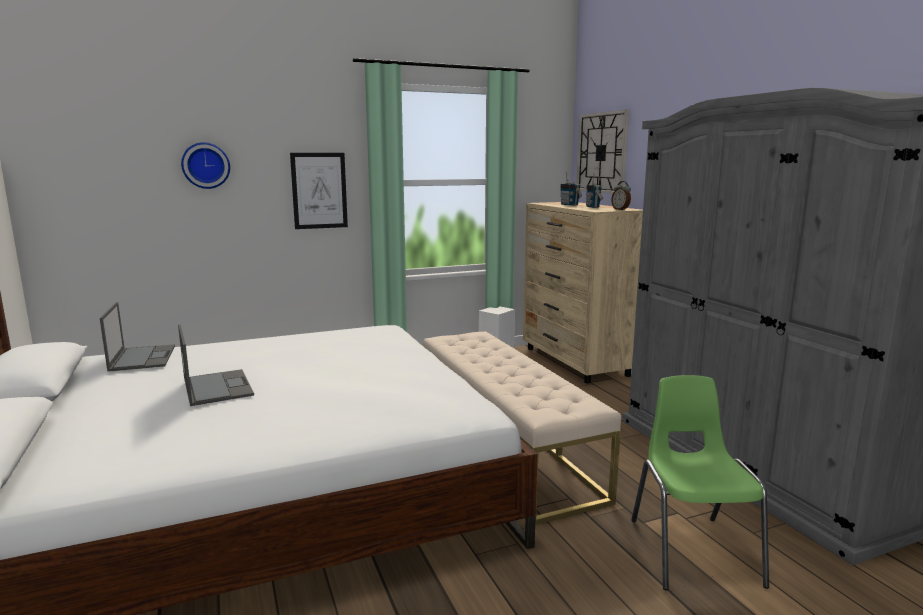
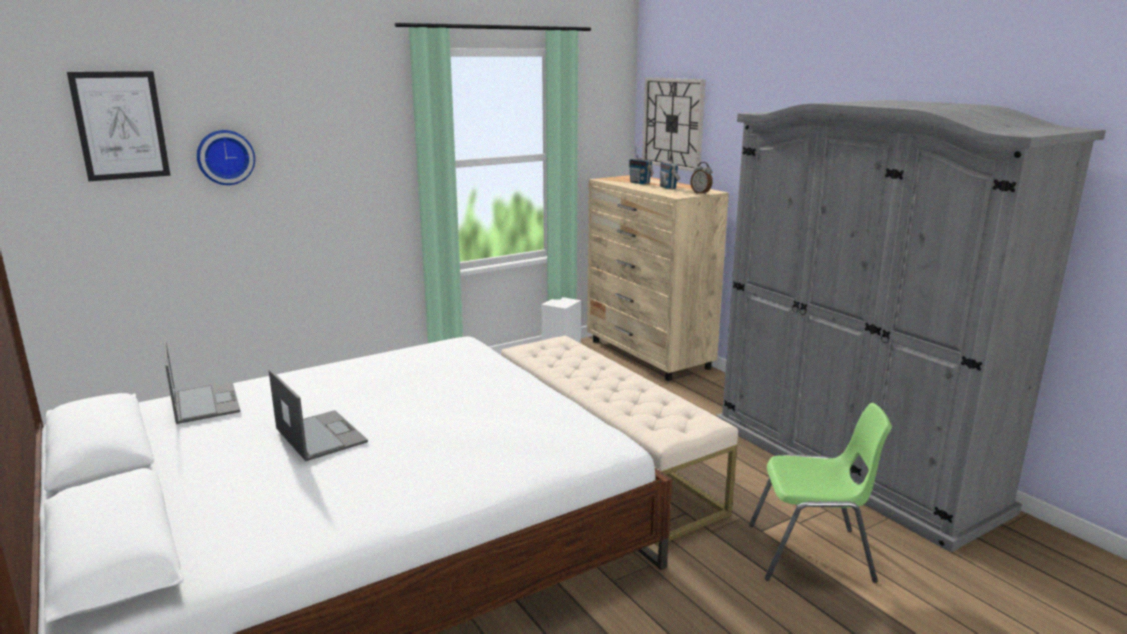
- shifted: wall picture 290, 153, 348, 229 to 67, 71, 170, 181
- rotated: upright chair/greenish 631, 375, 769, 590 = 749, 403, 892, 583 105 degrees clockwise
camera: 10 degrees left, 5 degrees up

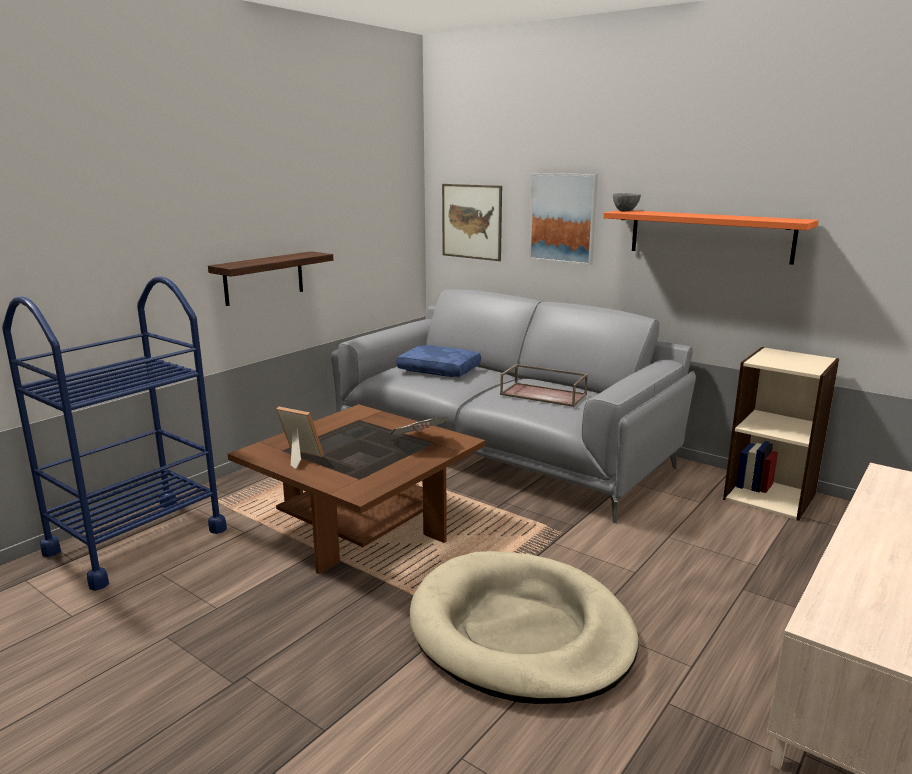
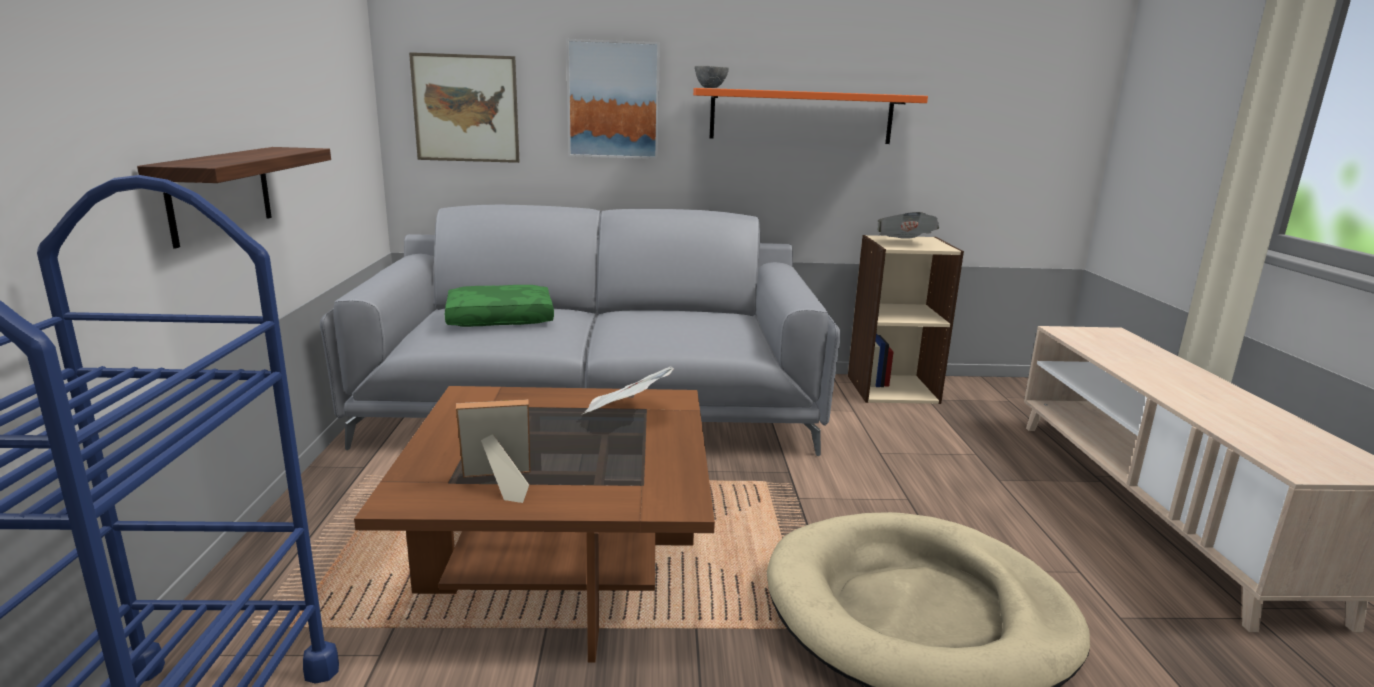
- repainted: pillow/bluish 396, 345, 481, 377 to pillow/greenish 445, 285, 554, 327
- gone: carrying tray/brown-coloured 500, 364, 588, 407
- new: daily paper 878, 212, 940, 239
camera: 40 degrees left, 0 degrees up

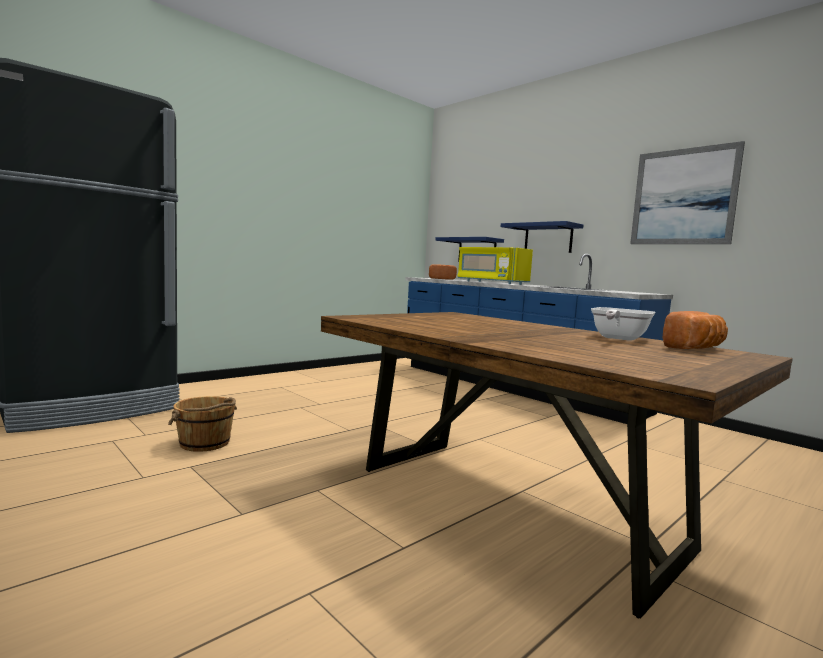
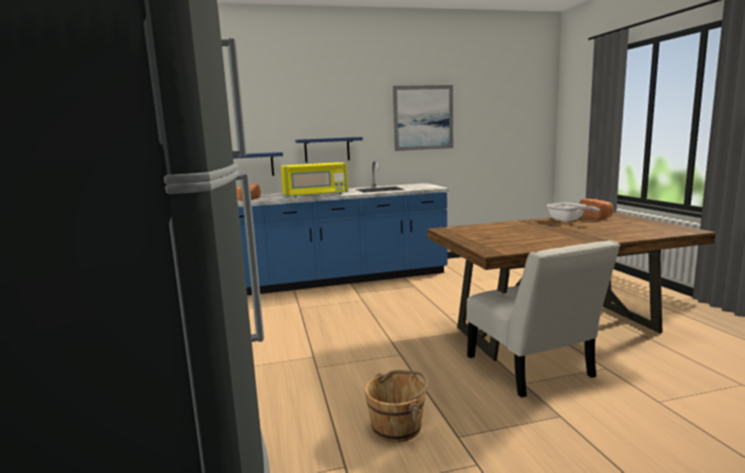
- new: upright chair/white 466, 240, 620, 398
camera: 60 degrees left, 5 degrees up

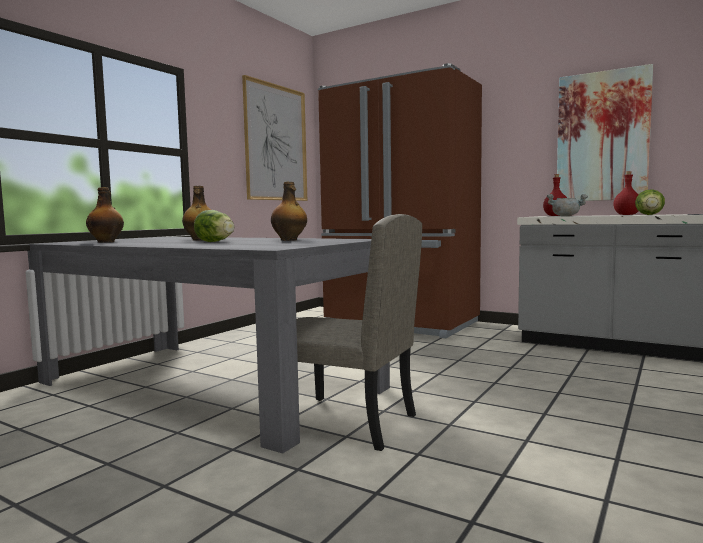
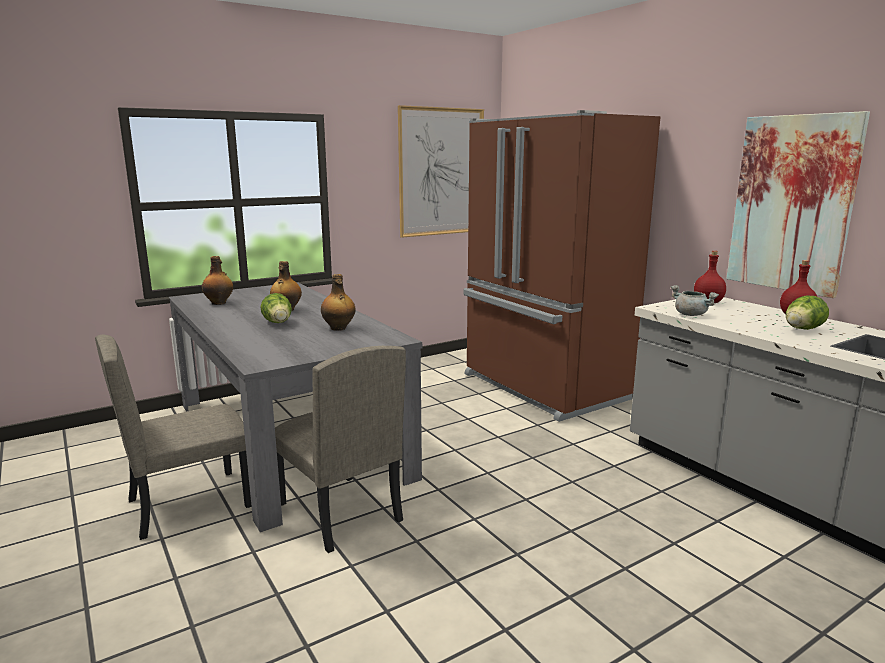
- new: upright chair/beige-coloured 95, 335, 252, 540
camera: 25 degrees right, 10 degrees up

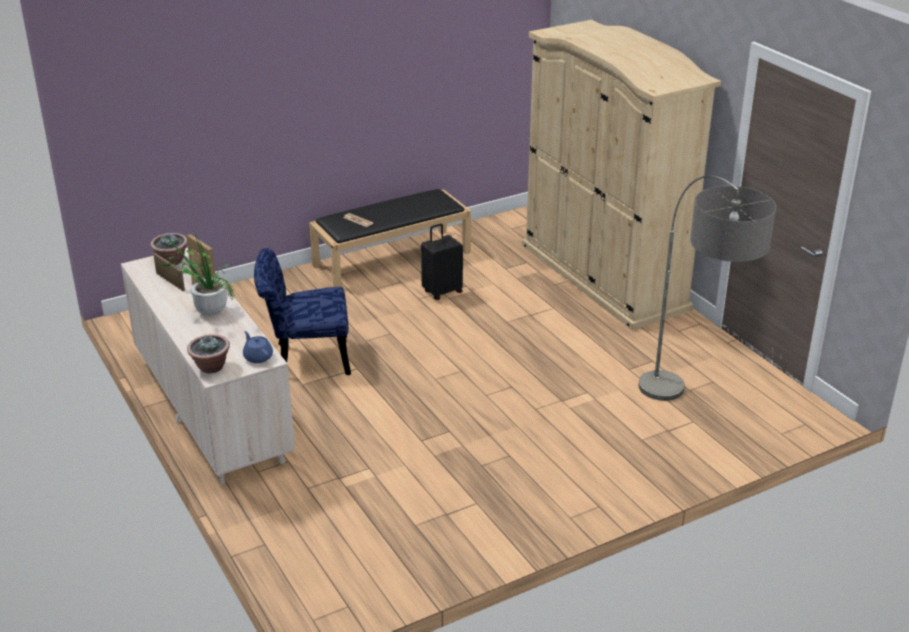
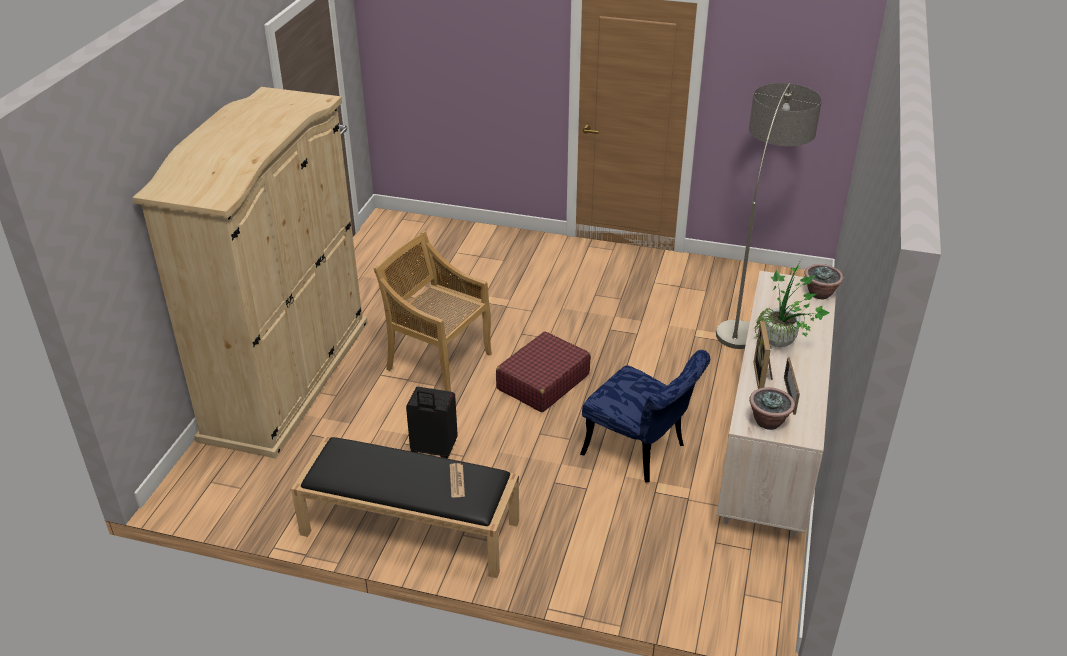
- shifted: standard lamp 639, 175, 776, 401 to 716, 83, 822, 349
- gone: tea pot/bluish 243, 331, 273, 363
- new: upright chair/beige-coloured 374, 231, 492, 392
- new: suitcase/reddish 496, 331, 591, 412
camera: 135 degrees left, 5 degrees up

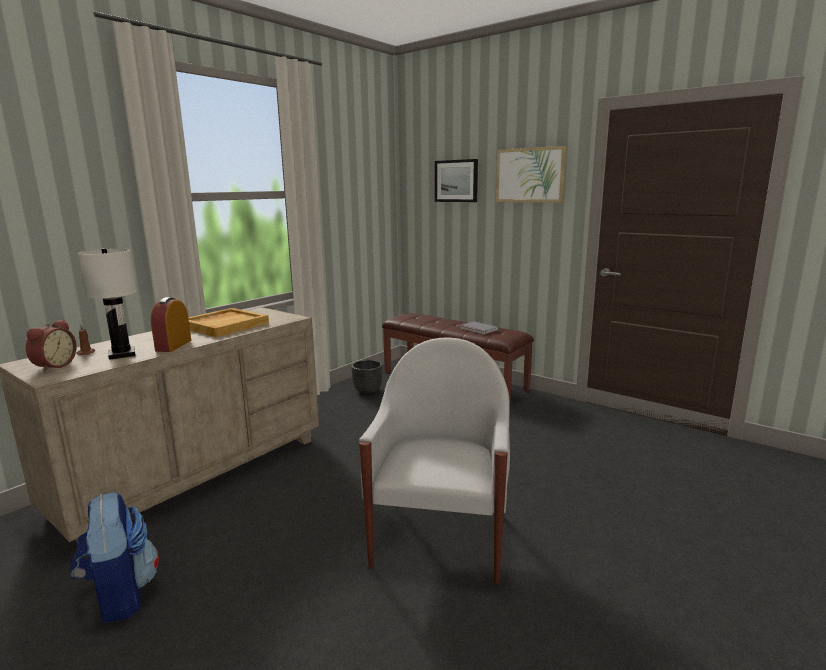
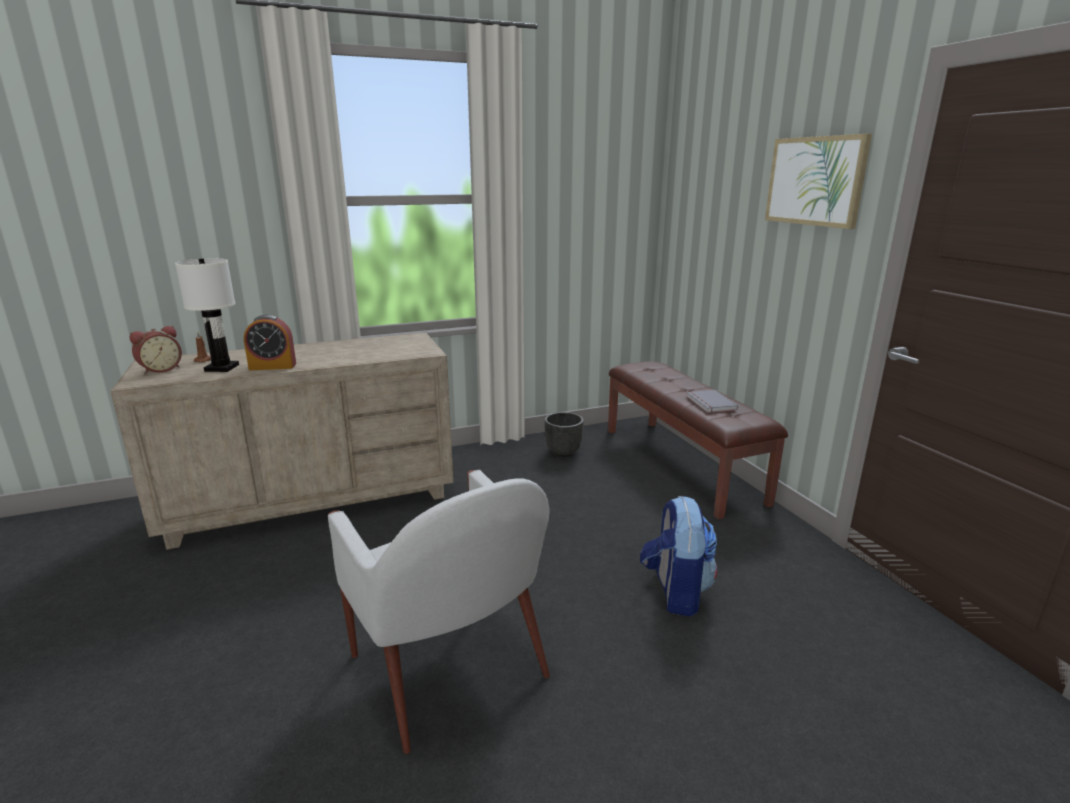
- gone: wall picture 435, 159, 478, 202
- rotated: bedside clock 151, 297, 191, 352 = 244, 315, 296, 370 135 degrees counterclockwise
- gone: carrying tray/beige-coloured 188, 308, 269, 337
- rotated: armchair/white 359, 337, 510, 584 = 328, 470, 550, 754 105 degrees clockwise
- shifted: rucksack 70, 492, 159, 623 to 640, 496, 717, 616
camera: 30 degrees right, 5 degrees up

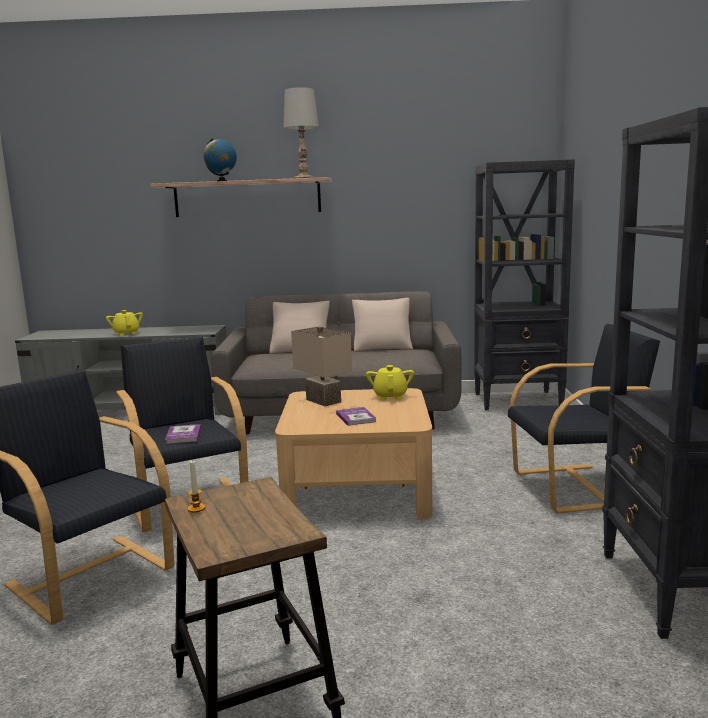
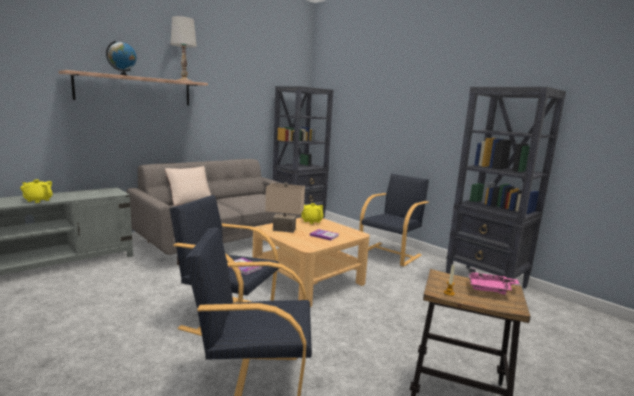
- gone: pillow/beige-coloured 352, 298, 413, 352
- new: carrying tray/pink 469, 268, 519, 295
camera: 45 degrees left, 0 degrees up

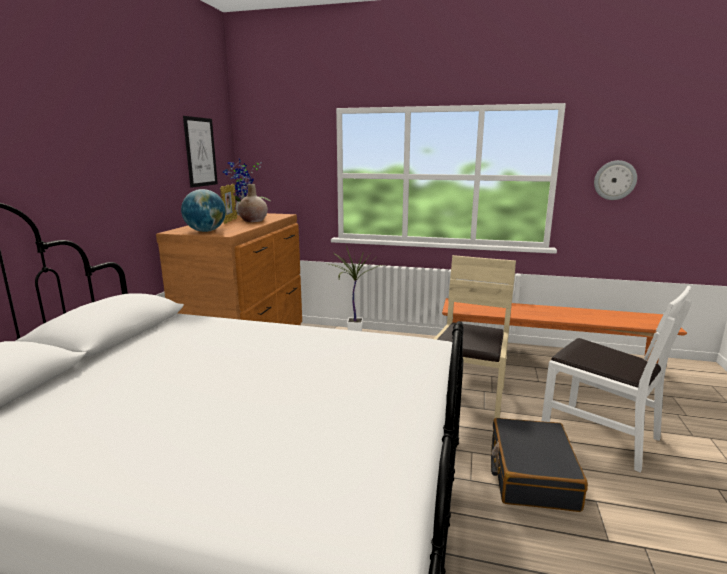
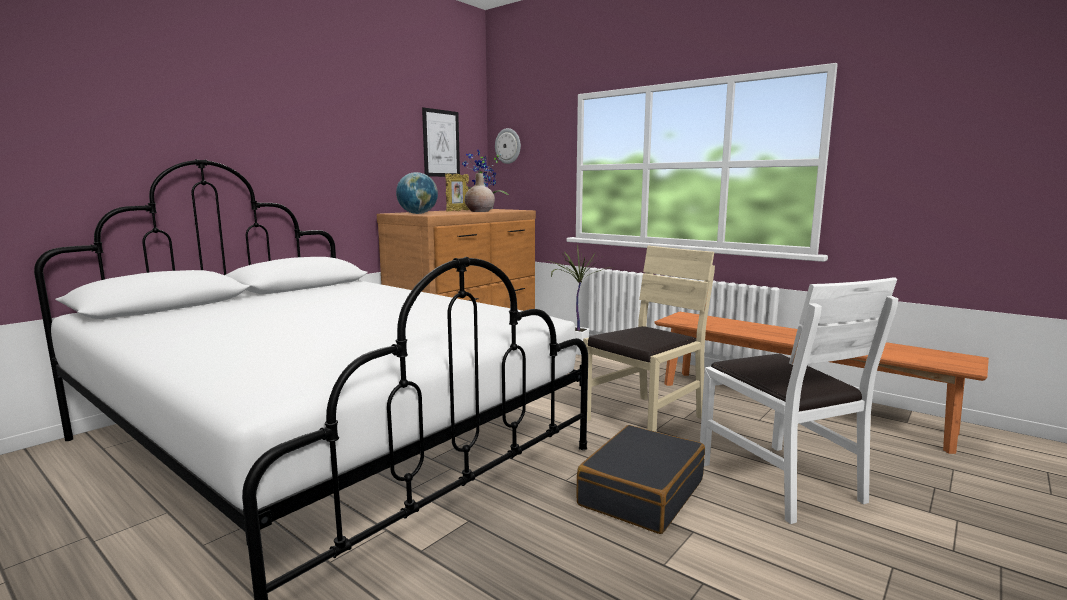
- shifted: clock on the wall 594, 160, 637, 200 to 495, 128, 521, 164
camera: 25 degrees right, 5 degrees down

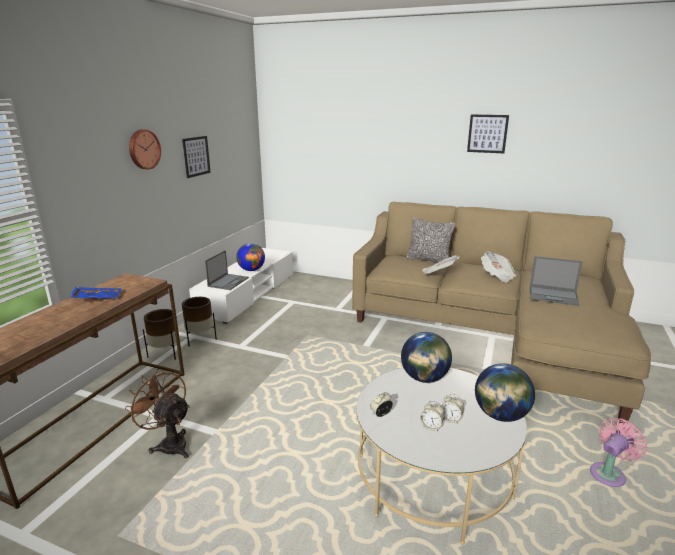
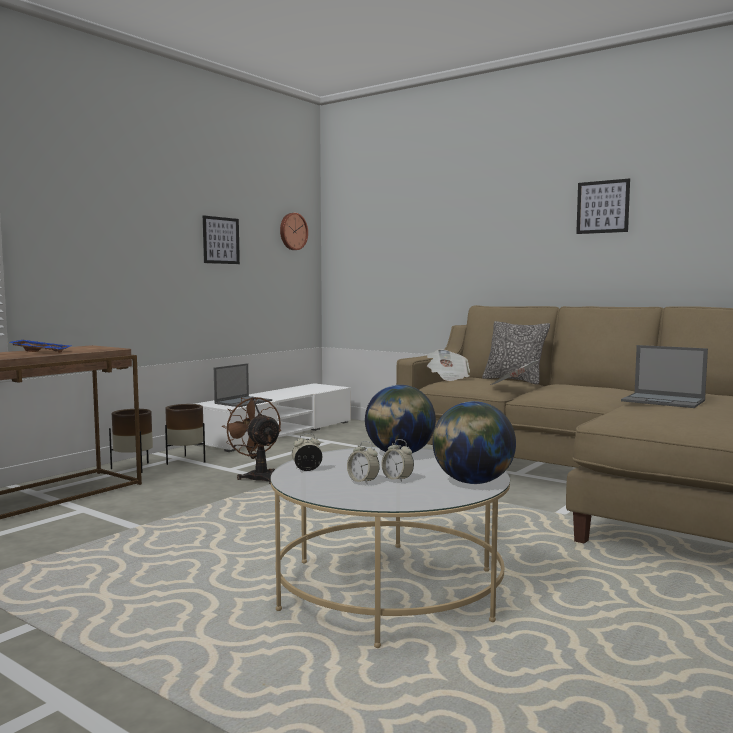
- shifted: clock on the wall 129, 129, 161, 169 to 280, 213, 308, 250
- gone: desk globe 236, 243, 265, 271
- shifted: daily paper 481, 252, 516, 283 to 426, 349, 470, 381
- shifted: cooling fan/brown-coloured 125, 369, 190, 458 to 222, 397, 281, 484
- gone: cooling fan/pink 590, 418, 647, 487
camera: 15 degrees right, 15 degrees down

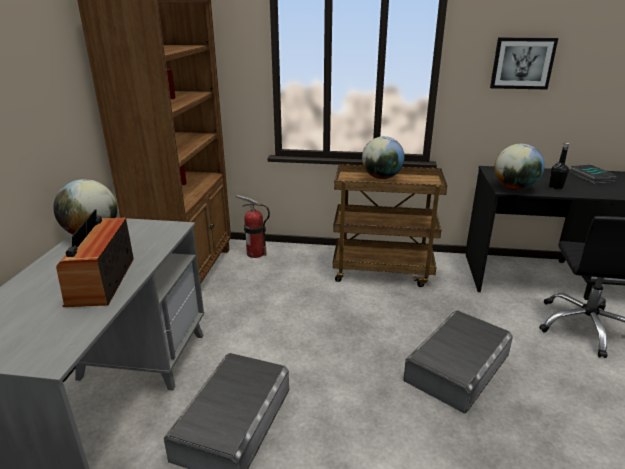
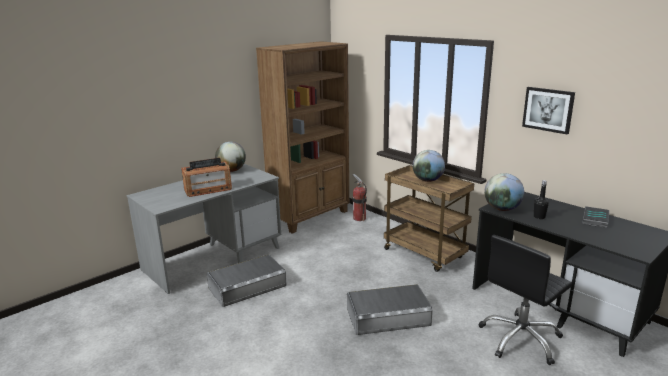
- rotated: radio receiver 56, 209, 134, 307 = 181, 158, 232, 197 150 degrees counterclockwise
camera: 40 degrees right, 5 degrees down

